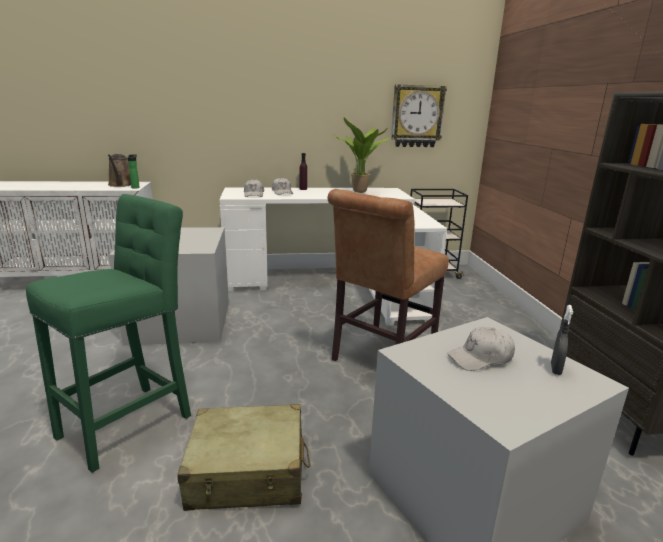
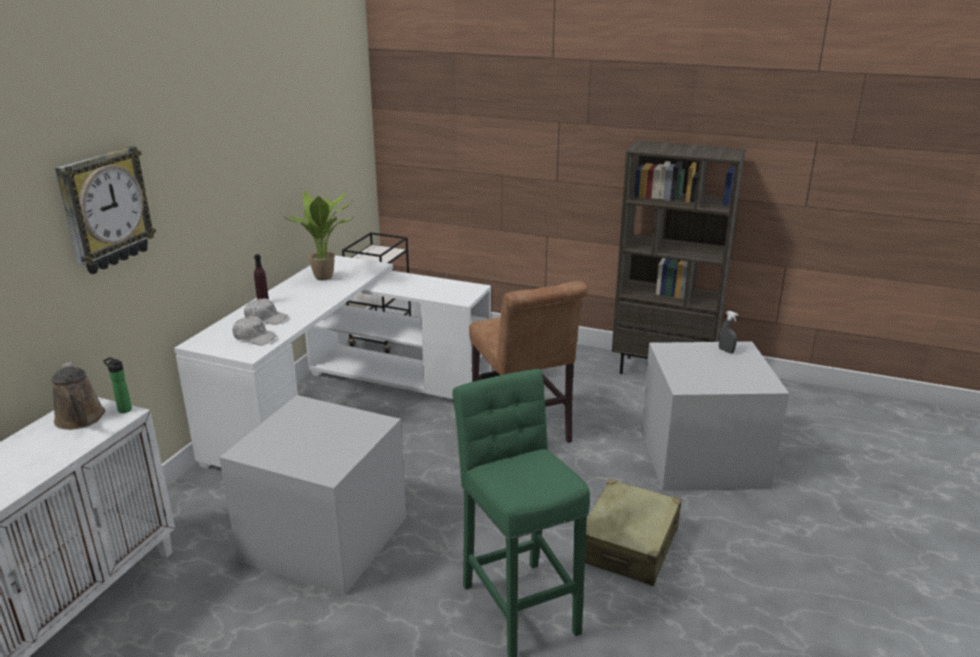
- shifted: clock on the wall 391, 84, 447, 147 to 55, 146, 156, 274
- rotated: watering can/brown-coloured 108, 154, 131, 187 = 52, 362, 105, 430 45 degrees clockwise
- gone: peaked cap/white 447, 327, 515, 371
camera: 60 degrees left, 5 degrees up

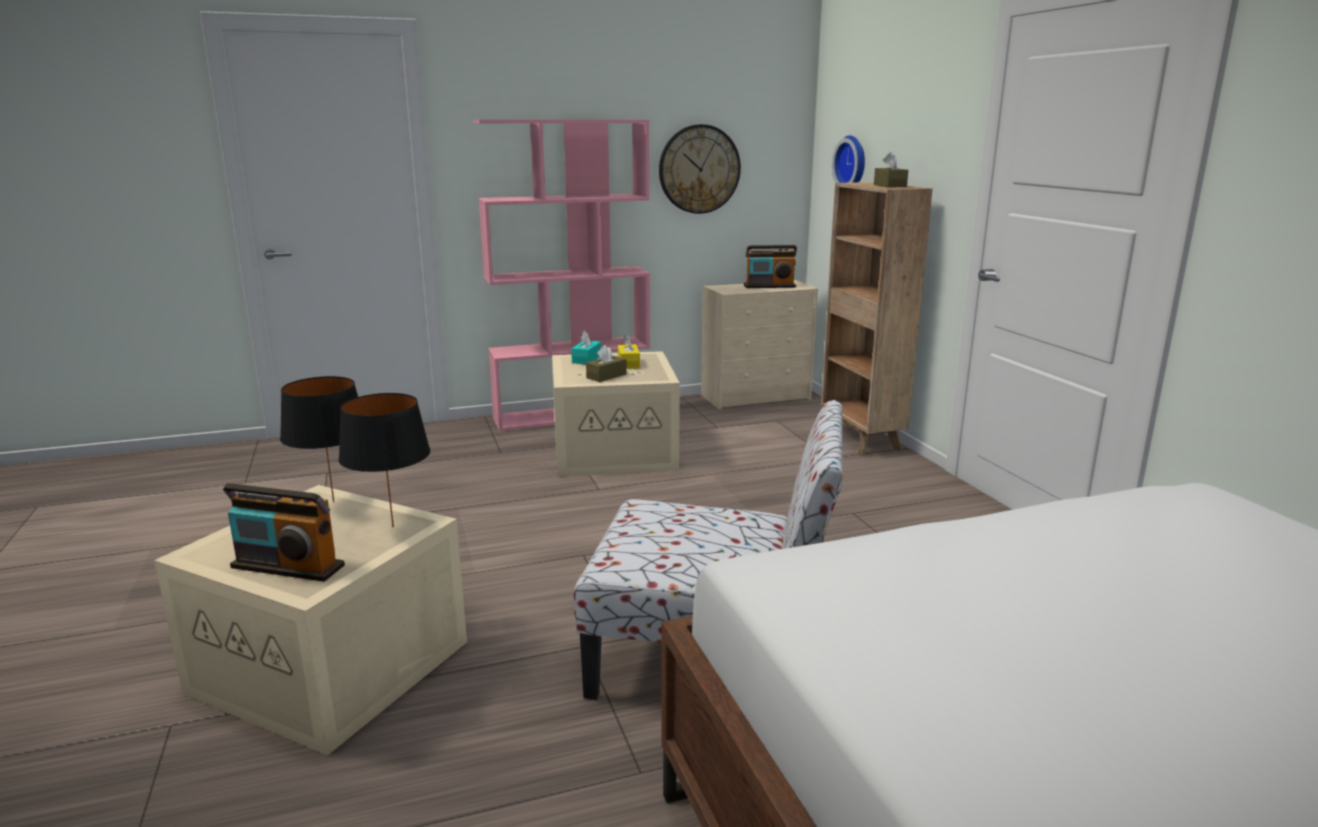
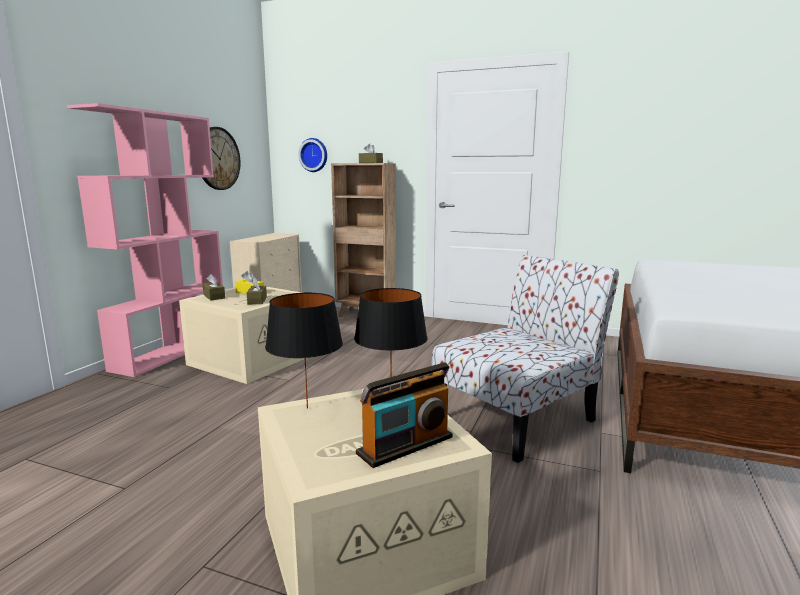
- gone: radio receiver 744, 245, 797, 288
- repainted: tissue holder/turquoise-coloured 571, 330, 601, 364 to tissue holder/brown-coloured 203, 274, 225, 301
camera: 50 degrees left, 5 degrees down

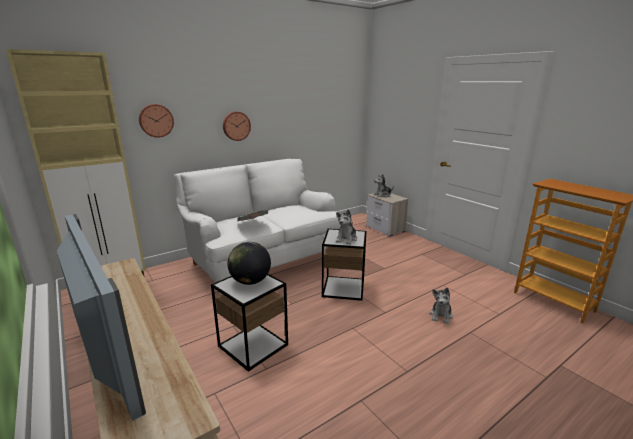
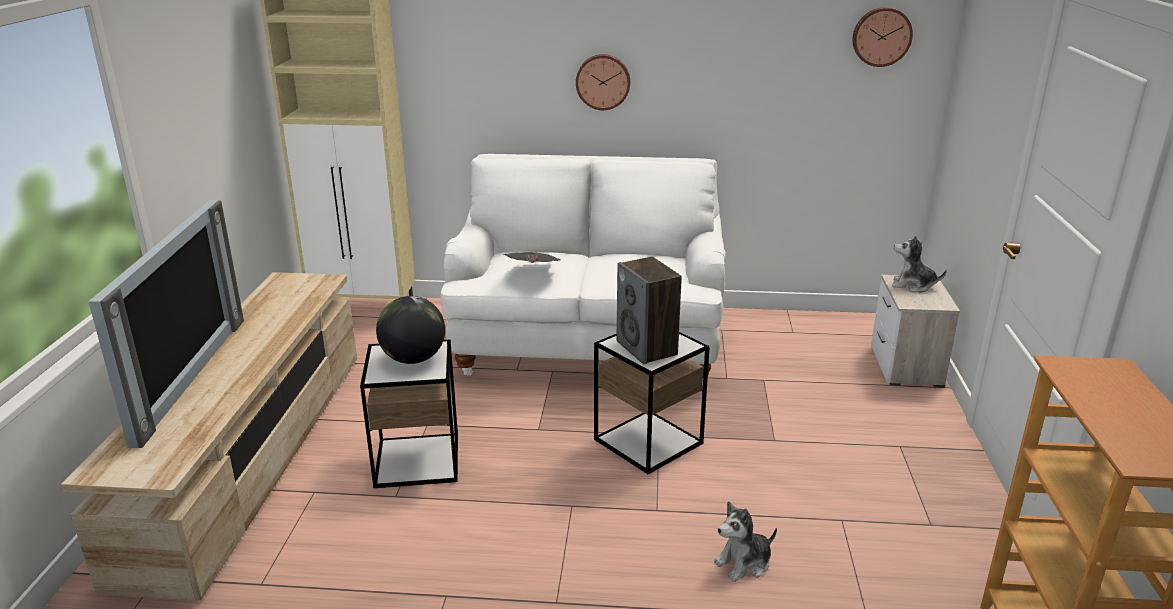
- shifted: clock on the wall 139, 104, 174, 138 to 852, 7, 913, 67
- swapped: soft toy 336, 209, 357, 244 to speaker 617, 257, 682, 364
camera: 40 degrees right, 5 degrees up

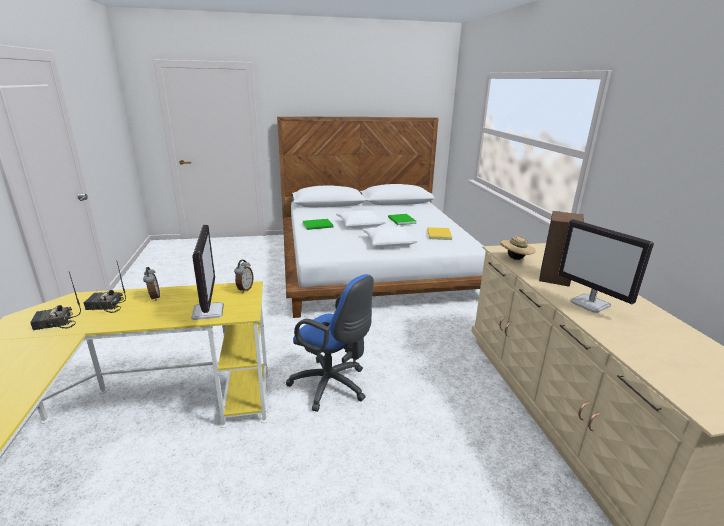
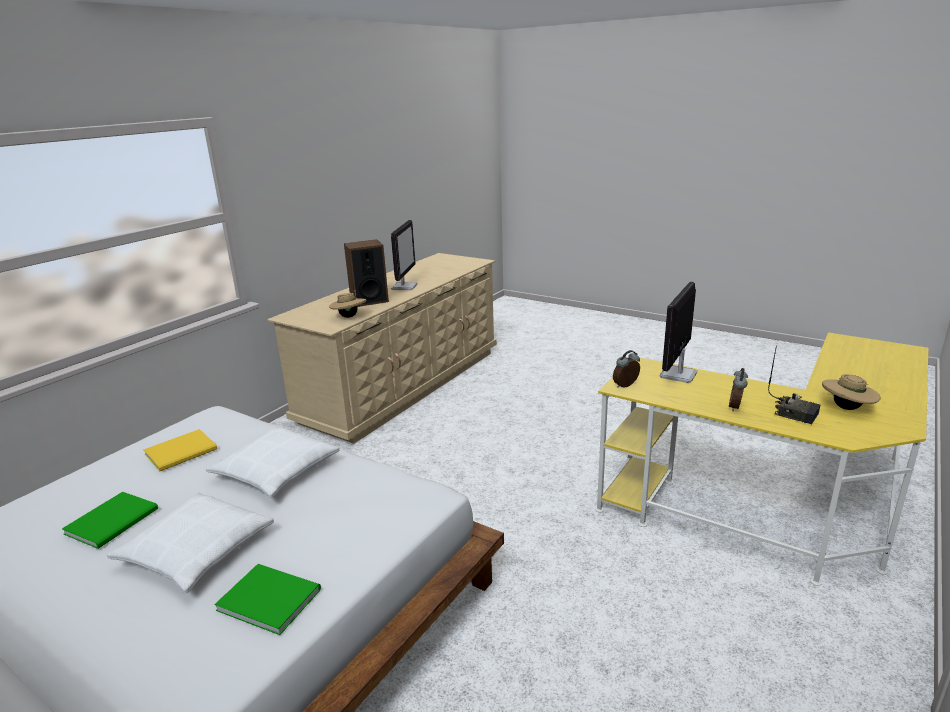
- swapped: radio receiver 30, 272, 81, 330 to hat/beige-coloured 822, 374, 881, 410
- gone: office chair/bluish 286, 274, 374, 412
camera: 135 degrees left, 0 degrees up

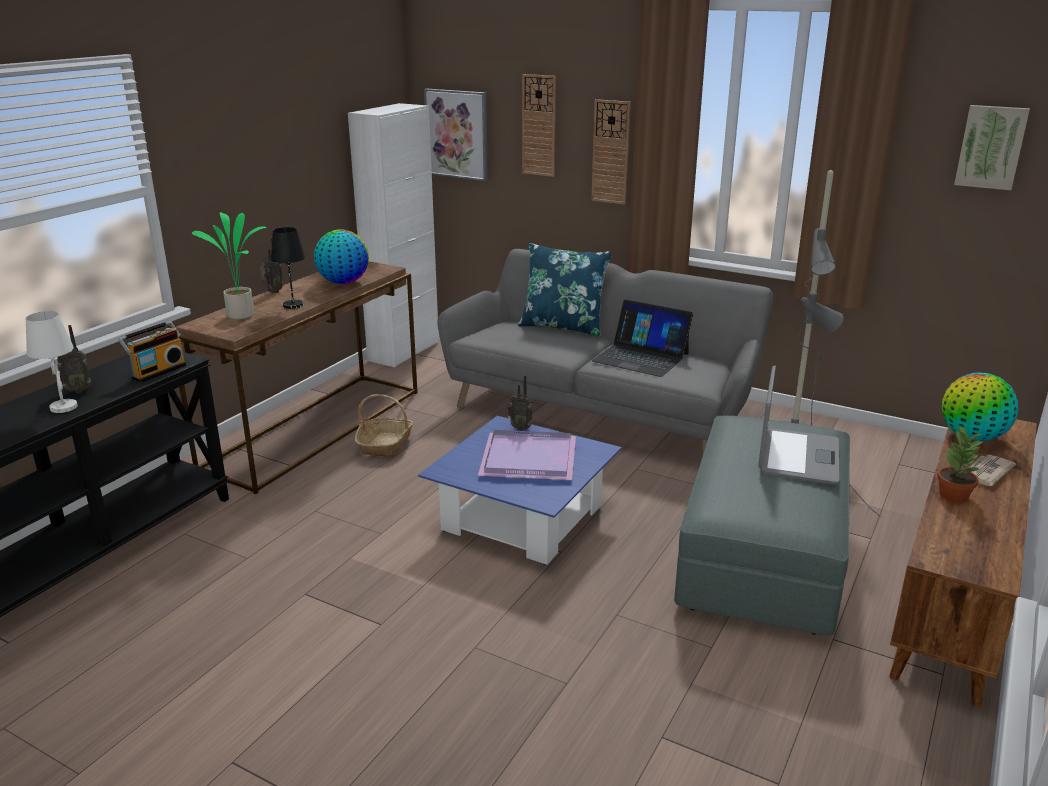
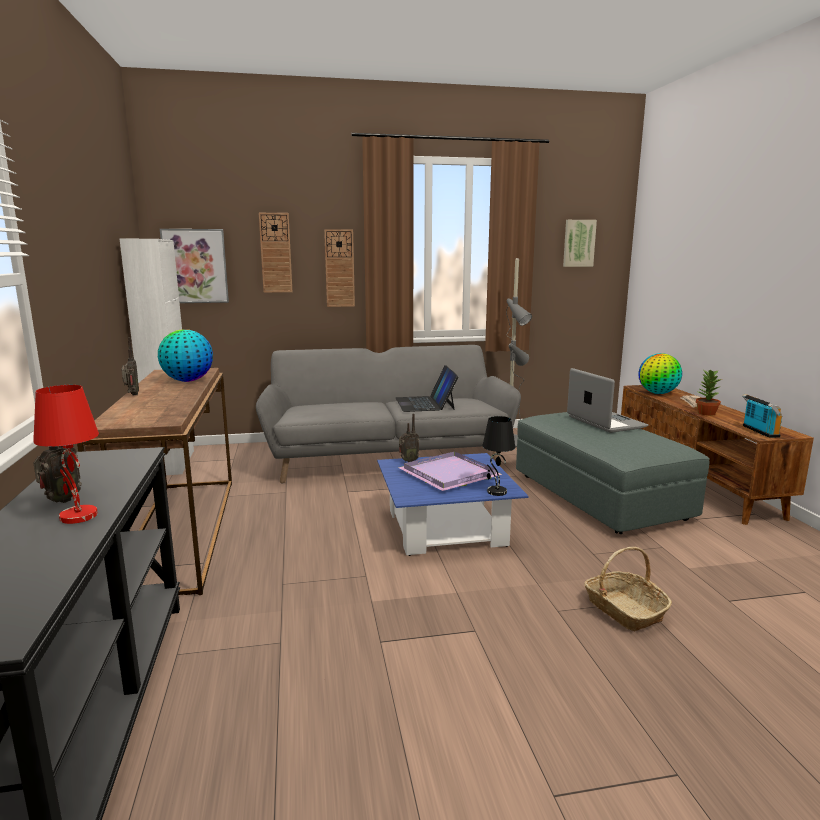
- gone: houseplant 192, 212, 267, 320
- shifted: table lamp/black 271, 227, 305, 309 to 482, 416, 515, 496
- gone: pillow/bluish 518, 243, 613, 337
- rotated: laptop 592, 300, 693, 377 = 396, 365, 459, 412 90 degrees clockwise
- repainted: table lamp/white 26, 311, 78, 413 to table lamp/reddish 33, 385, 99, 524
- shifted: radio receiver 119, 321, 186, 383 to 742, 394, 782, 438
- shifted: basket 355, 394, 413, 458 to 584, 547, 672, 631
camera: 40 degrees left, 10 degrees down

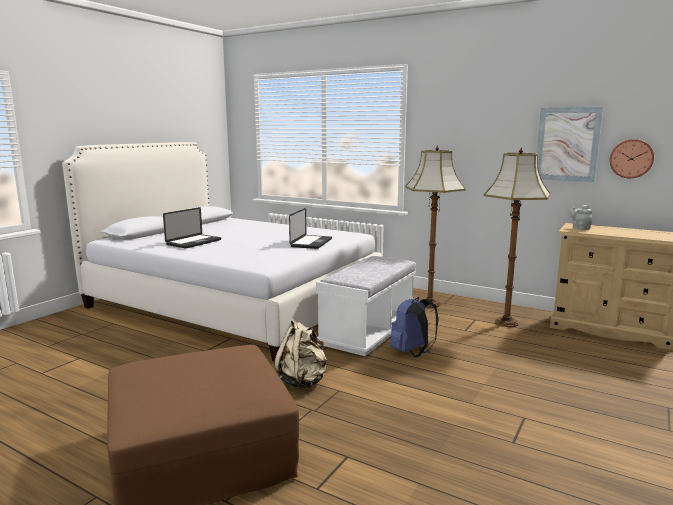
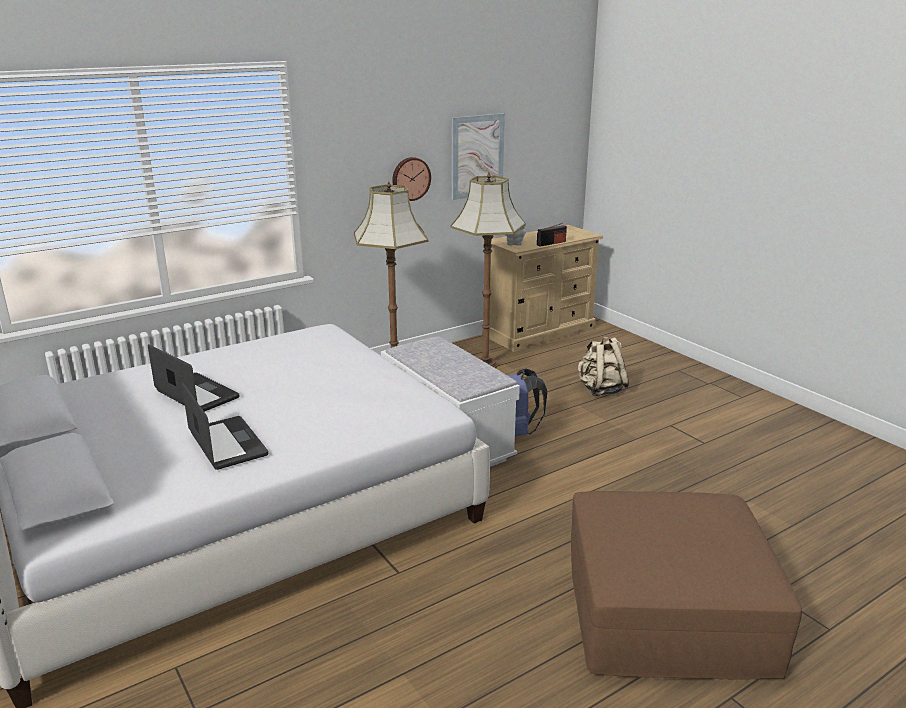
- shifted: clock on the wall 609, 139, 654, 178 to 392, 157, 431, 201
- shifted: laptop 289, 208, 332, 249 to 148, 344, 239, 412
- shifted: rucksack/beige-coloured 274, 319, 327, 388 to 578, 337, 629, 396
- new: radio receiver 537, 223, 567, 247
camera: 65 degrees left, 10 degrees up

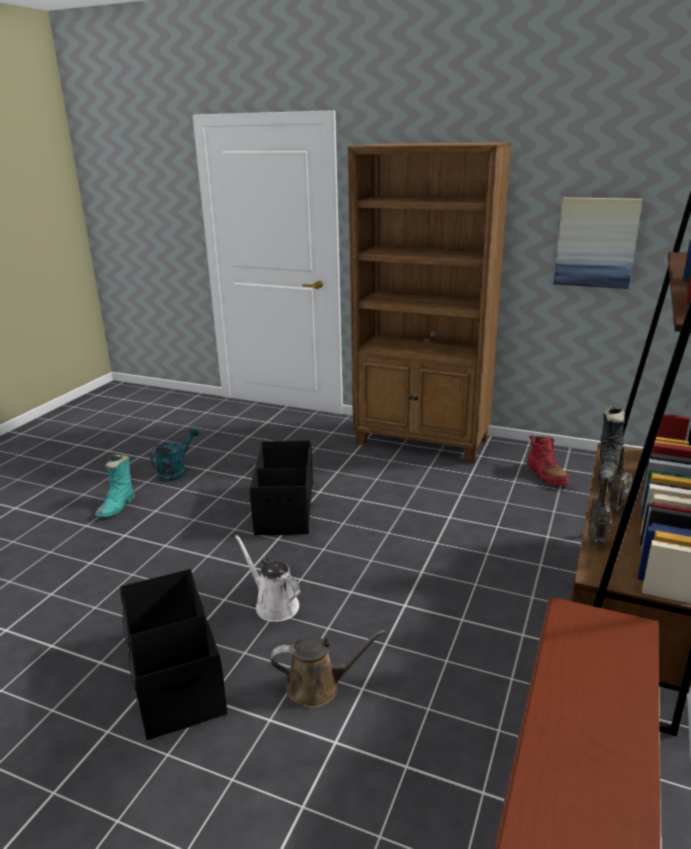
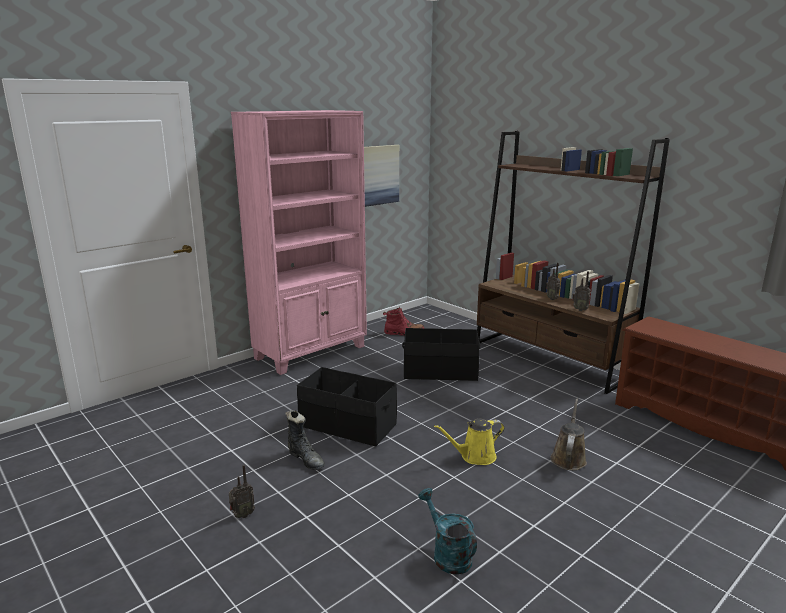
- repainted: bookshelf/brown-coloured 348, 142, 511, 463 to bookshelf/pink 231, 110, 367, 375
- shifted: boot/black 598, 405, 625, 485 to 285, 410, 325, 470
- shifted: watering can/turquoise-coloured 150, 427, 199, 481 to 418, 488, 477, 575
- swapped: boot/turquoise-coloured 95, 455, 135, 517 to radio receiver 229, 465, 255, 518
- repainted: watering can/white 235, 535, 300, 622 to watering can/yellowish 434, 419, 505, 465
- shifted: storage bin/black 120, 569, 228, 740 to 402, 328, 480, 381
camera: 65 degrees left, 5 degrees down

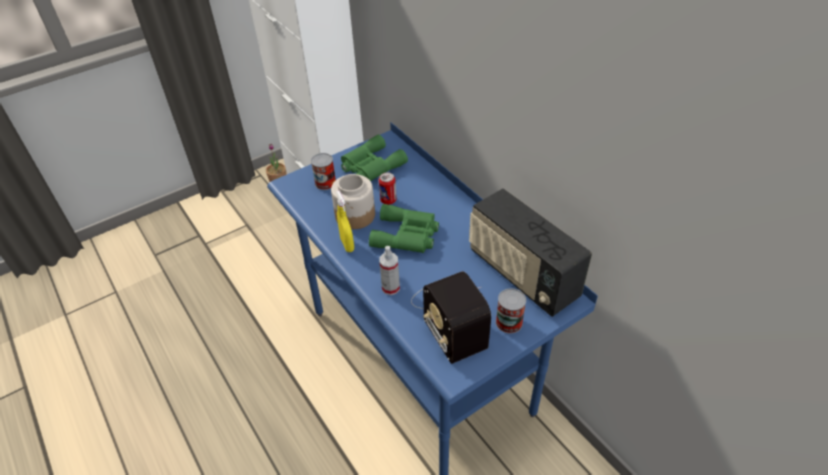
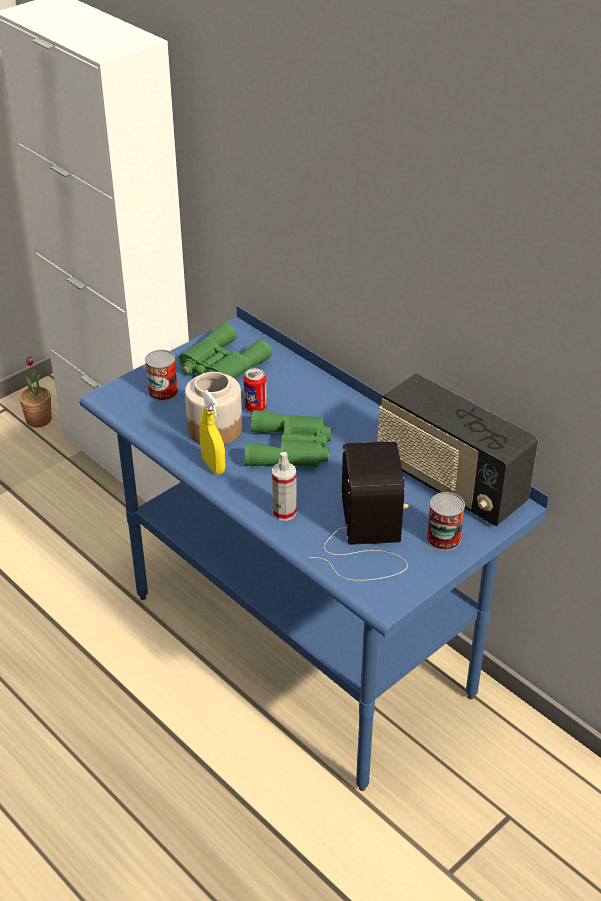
- rotated: radio receiver 411, 271, 491, 364 = 308, 441, 409, 581 150 degrees counterclockwise
camera: 10 degrees left, 5 degrees down

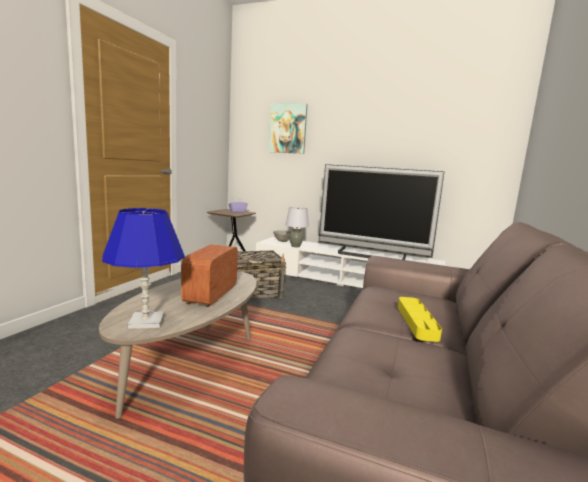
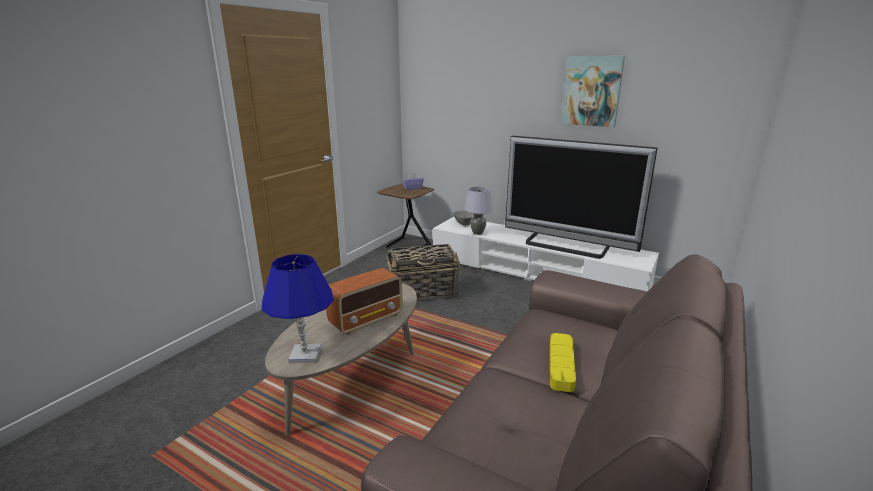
- shifted: wall picture 269, 104, 308, 154 to 562, 56, 625, 127
- rotated: radio receiver 181, 244, 238, 307 = 327, 268, 403, 335 150 degrees counterclockwise
camera: 10 degrees right, 10 degrees up

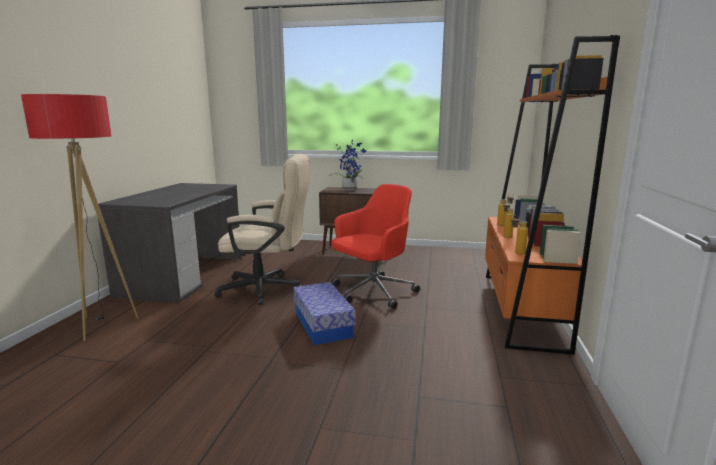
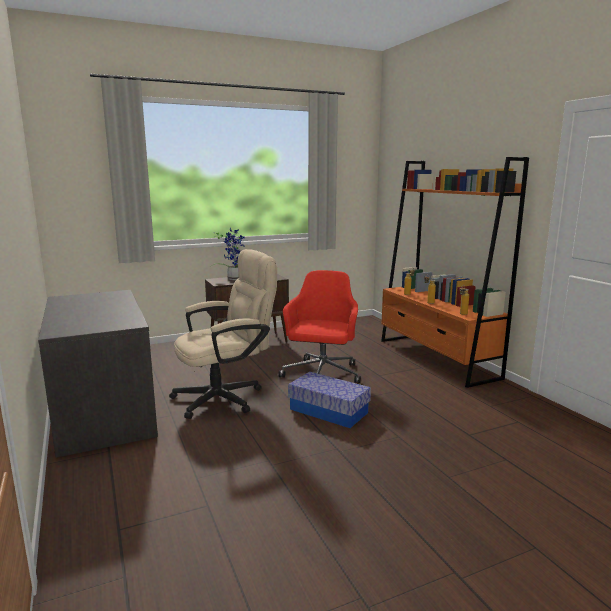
- gone: standard lamp 21, 94, 139, 341
camera: 35 degrees left, 0 degrees up

